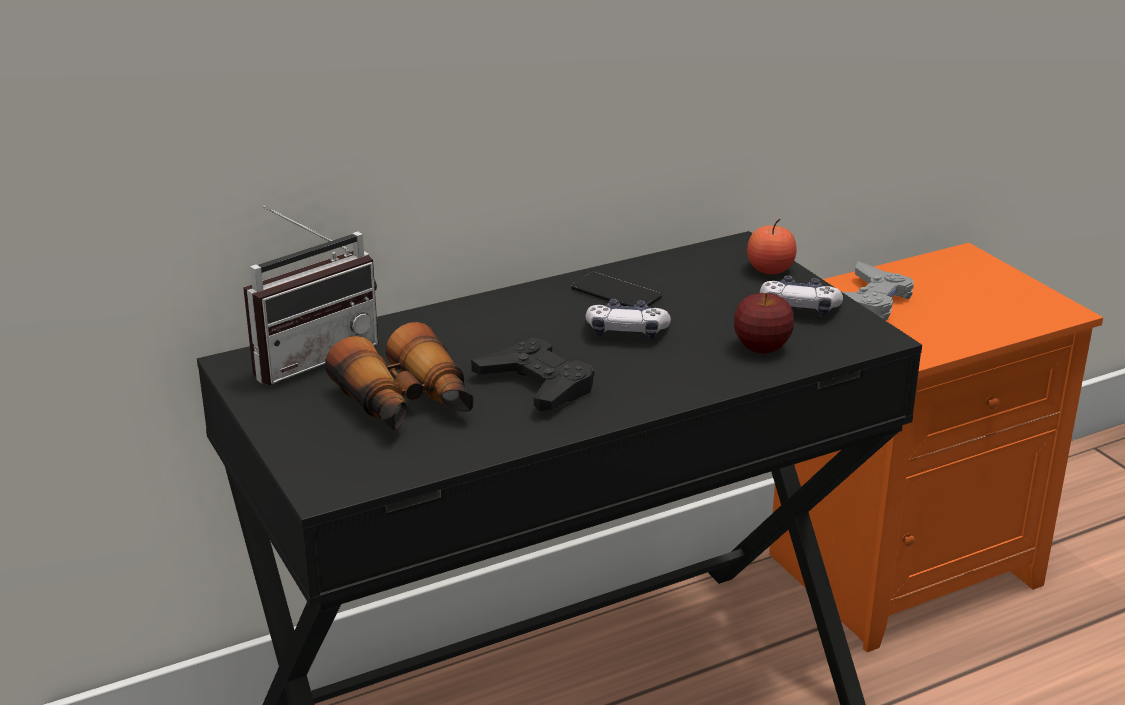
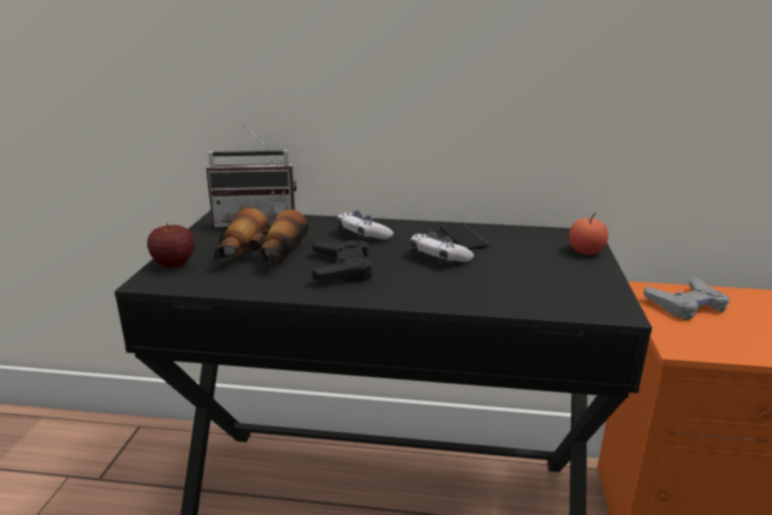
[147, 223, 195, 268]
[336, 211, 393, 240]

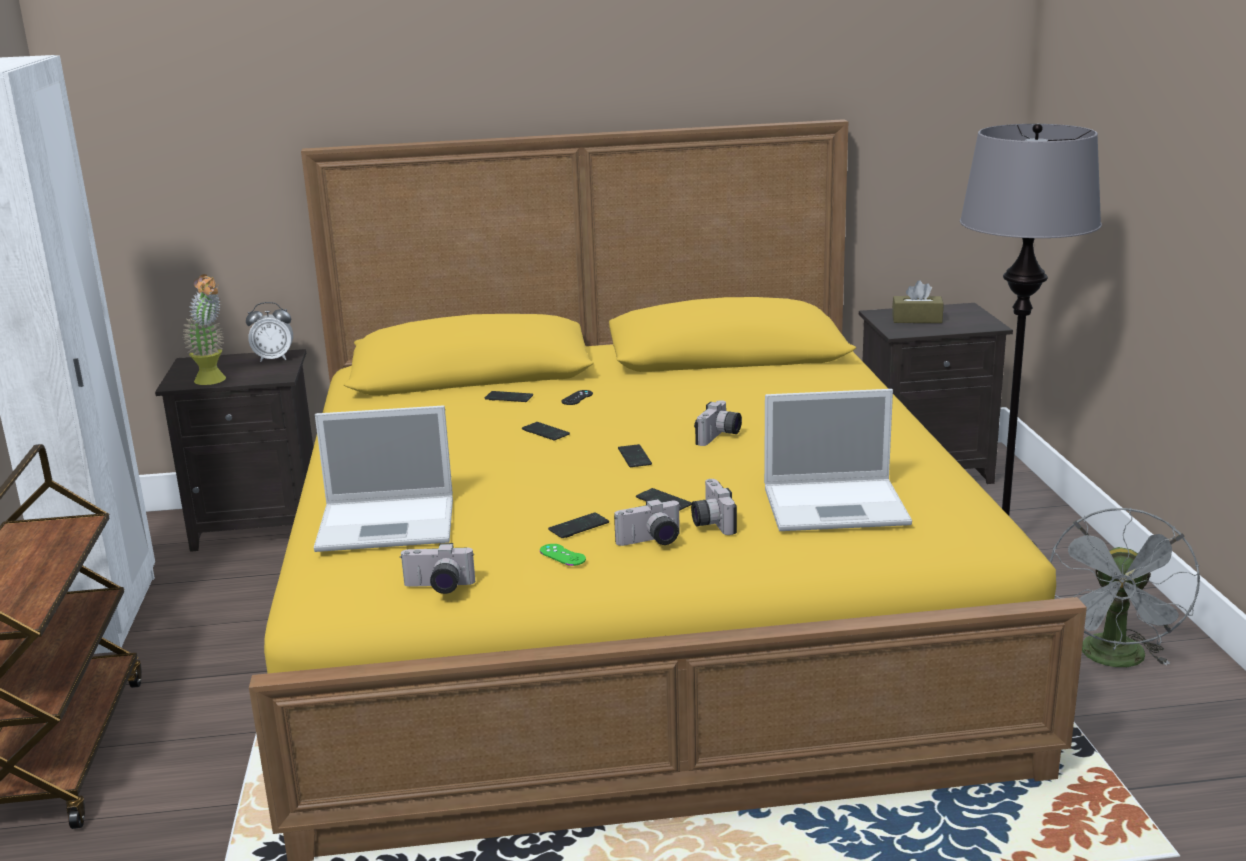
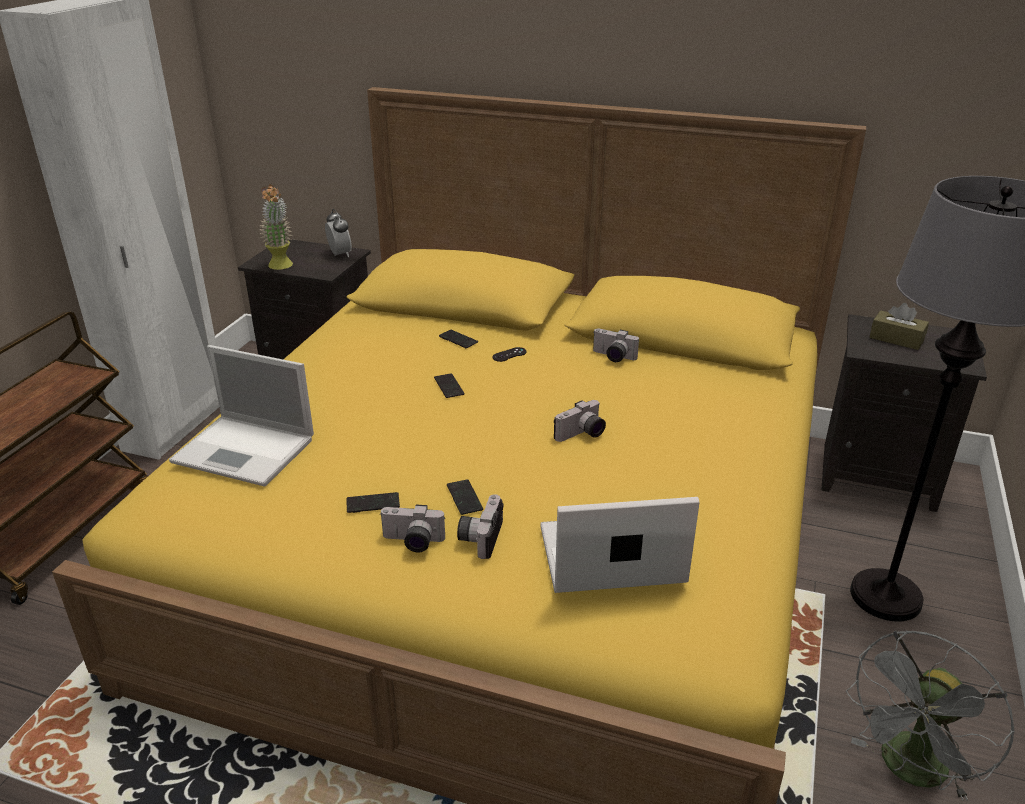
[325, 209, 352, 257]
[541, 497, 700, 593]
[593, 328, 639, 362]
[540, 544, 586, 566] (first image)
[618, 444, 652, 467] (first image)

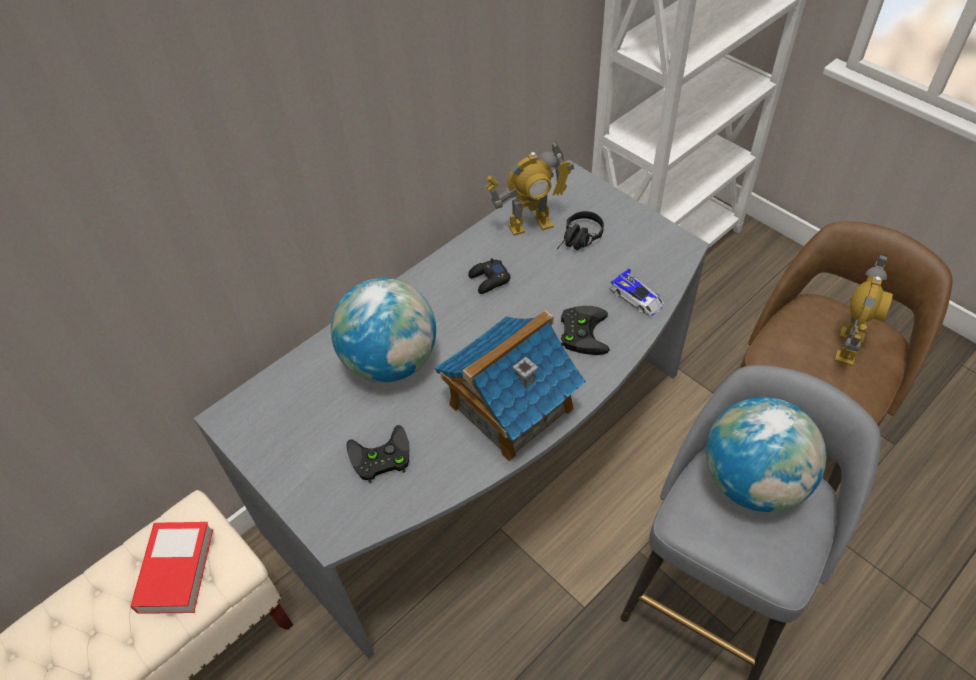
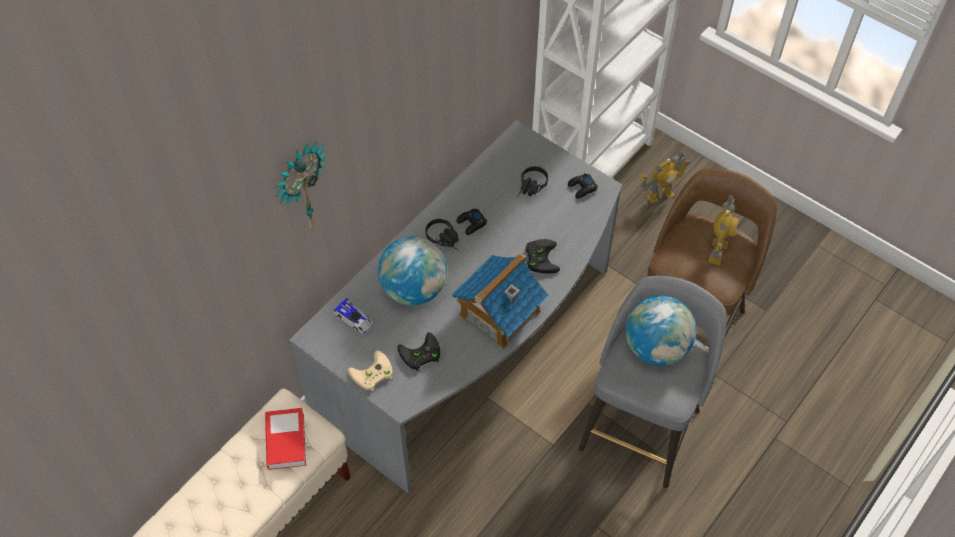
[275, 142, 327, 230]
[334, 298, 373, 334]
[348, 351, 393, 391]
[425, 219, 459, 251]
[568, 173, 597, 199]
[640, 151, 690, 203]

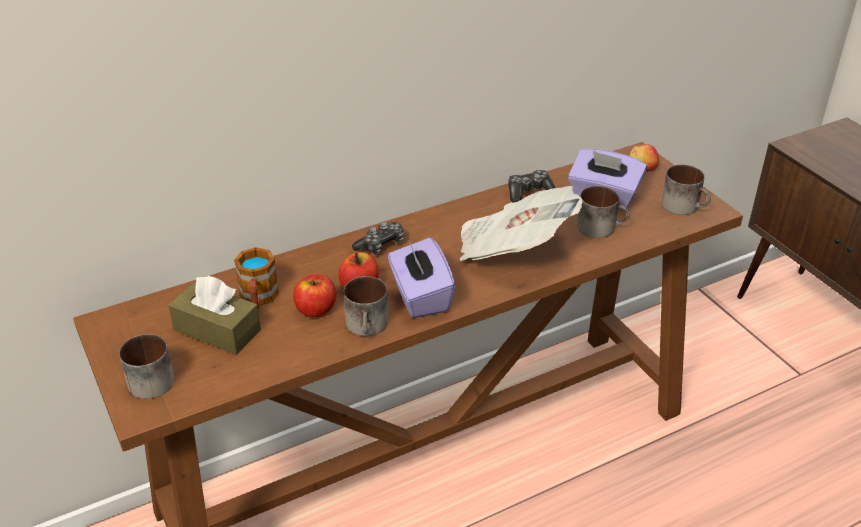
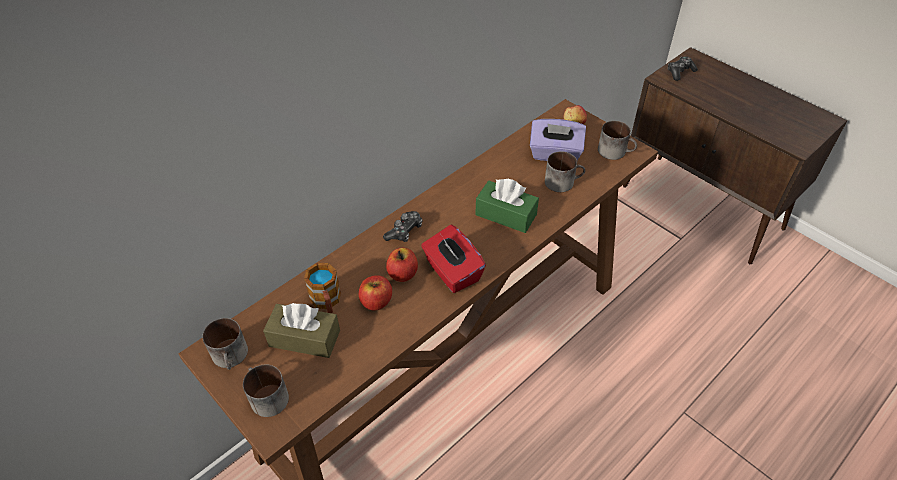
[202, 318, 248, 370]
[421, 225, 486, 293]
[475, 179, 539, 233]
[668, 56, 698, 81]

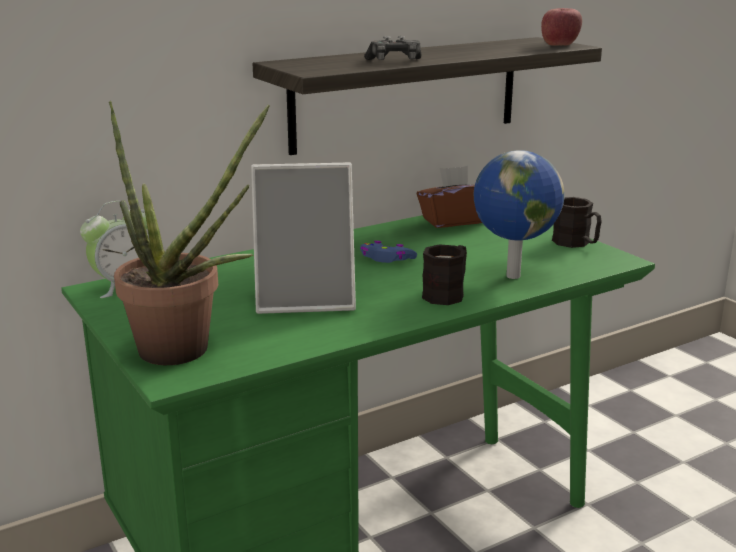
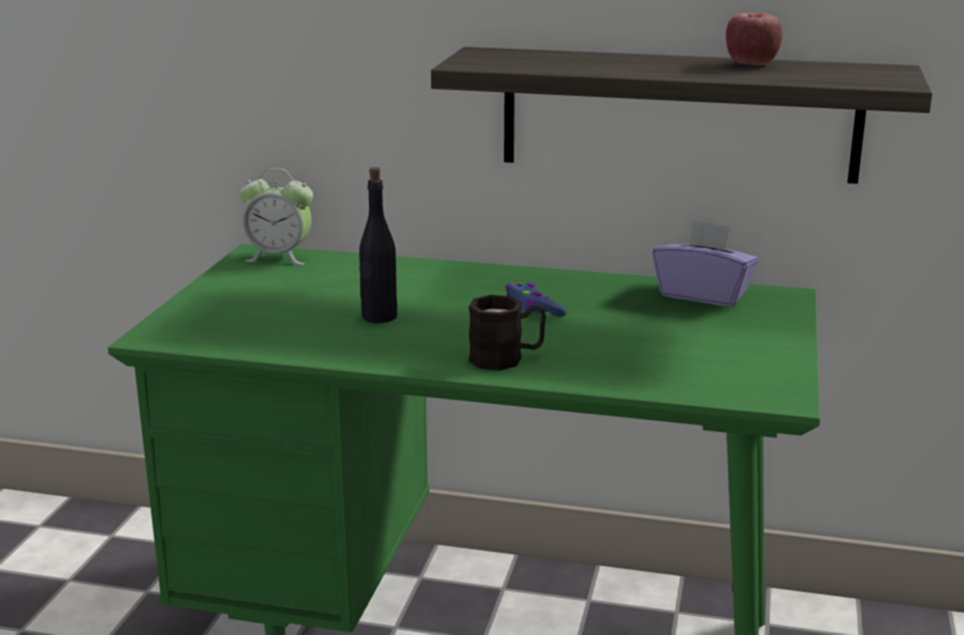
[359, 167, 397, 323]
[652, 220, 758, 307]
[726, 13, 783, 66]
[109, 101, 270, 365] (first image)
[364, 36, 422, 60] (first image)
[474, 150, 564, 279] (first image)
[552, 197, 602, 248] (first image)

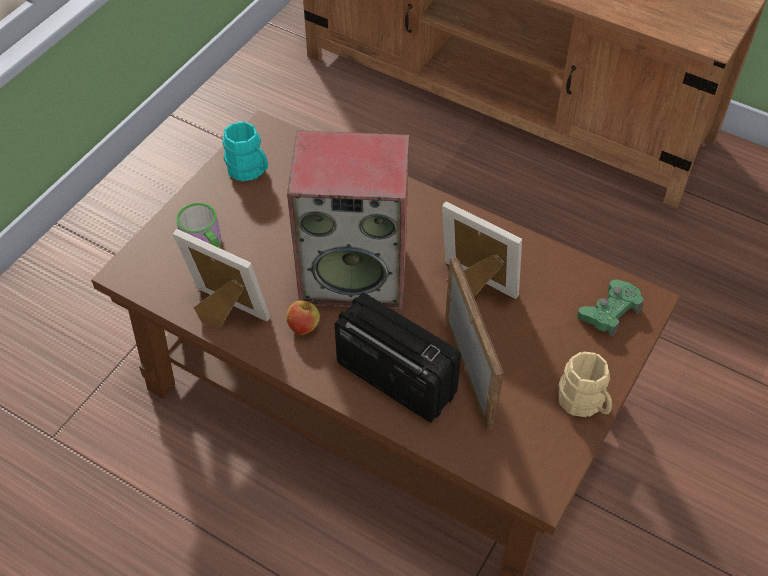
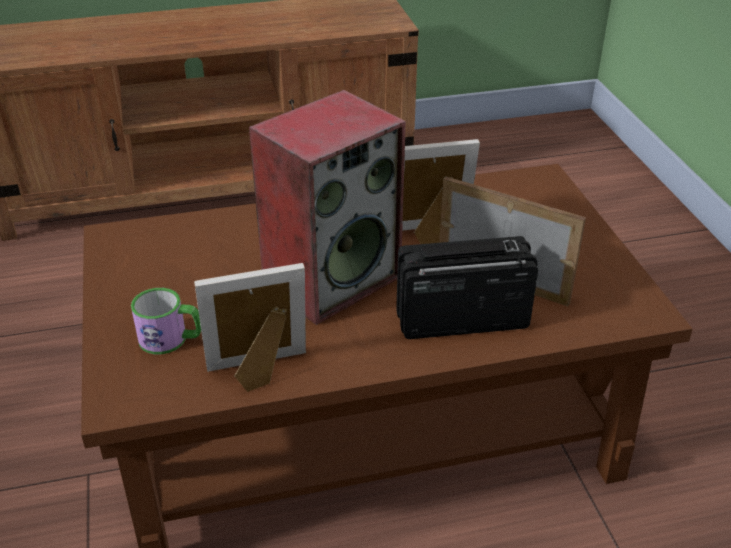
[222, 121, 268, 181] (first image)
[287, 300, 320, 335] (first image)
[559, 352, 612, 417] (first image)
[577, 279, 644, 337] (first image)

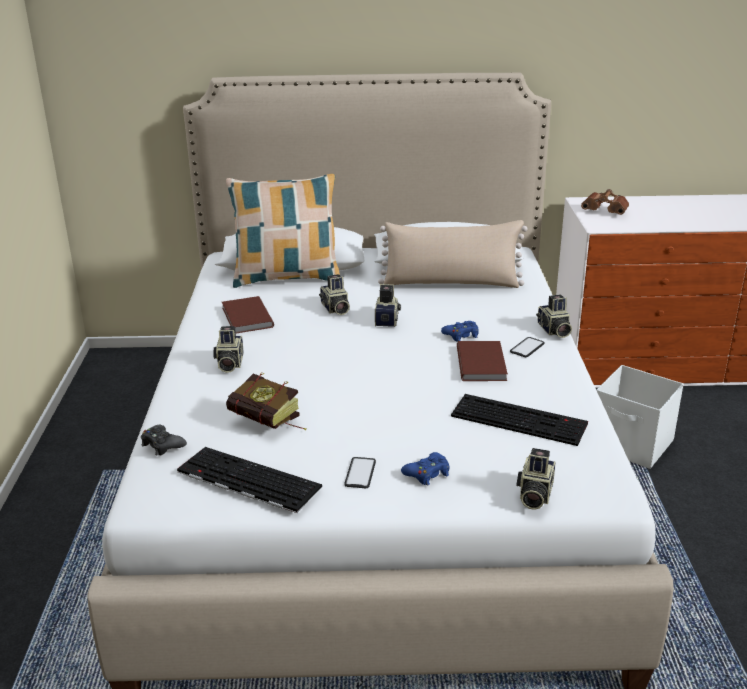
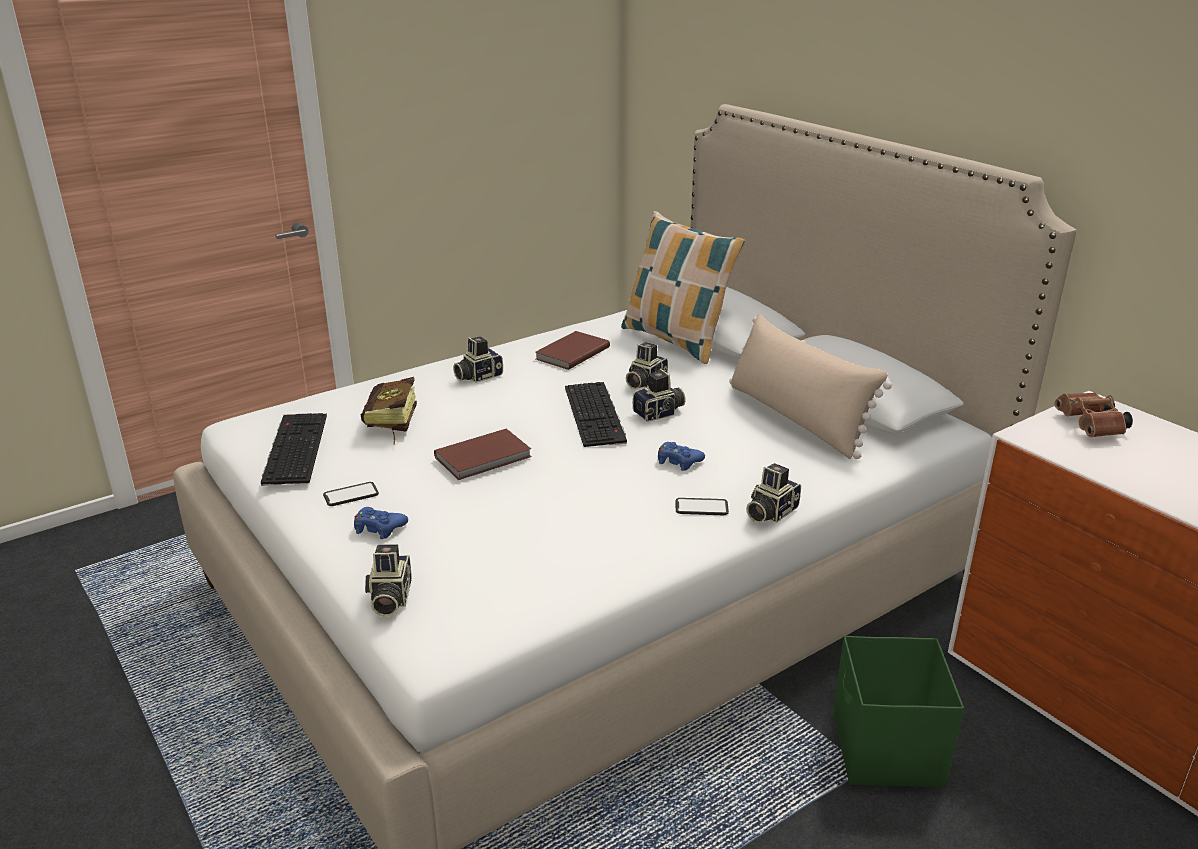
[365, 544, 412, 617]
[434, 428, 532, 480]
[565, 382, 627, 447]
[833, 636, 964, 788]
[141, 425, 187, 456] (first image)

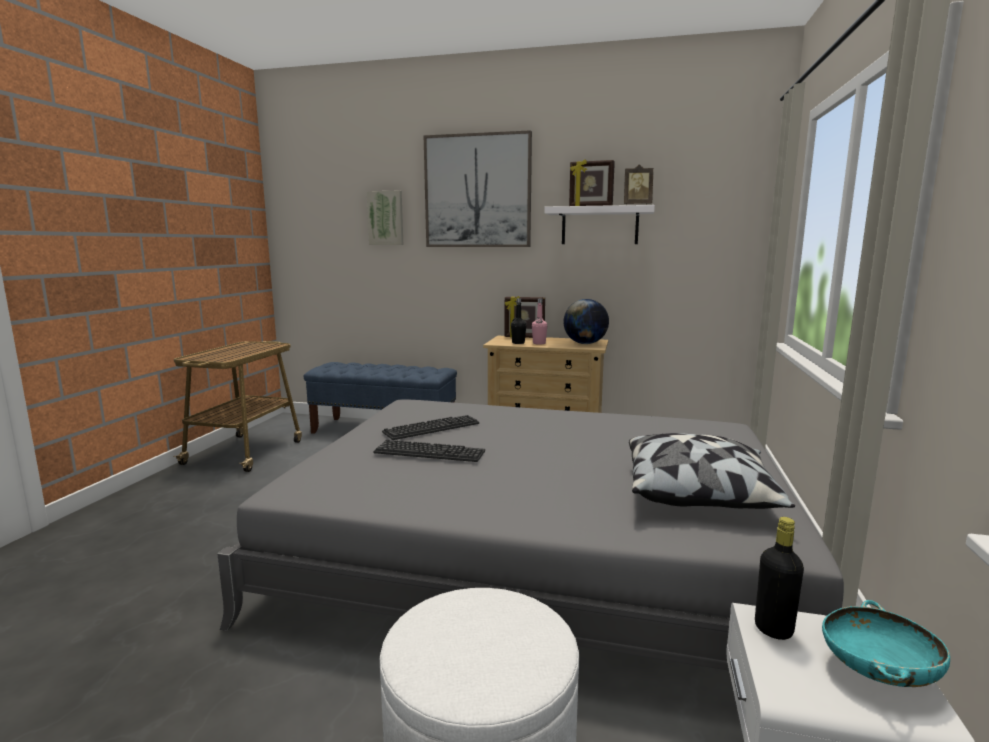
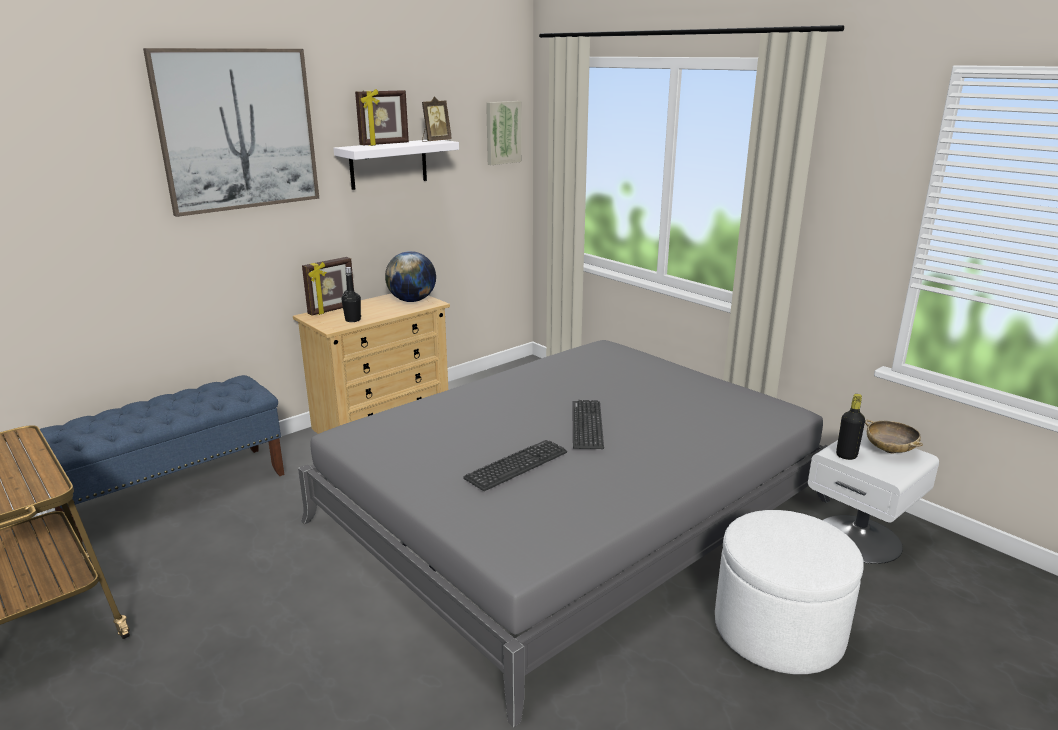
[486, 101, 522, 165]
[572, 400, 604, 449]
[865, 420, 923, 453]
[532, 299, 547, 345] (first image)
[629, 433, 796, 509] (first image)

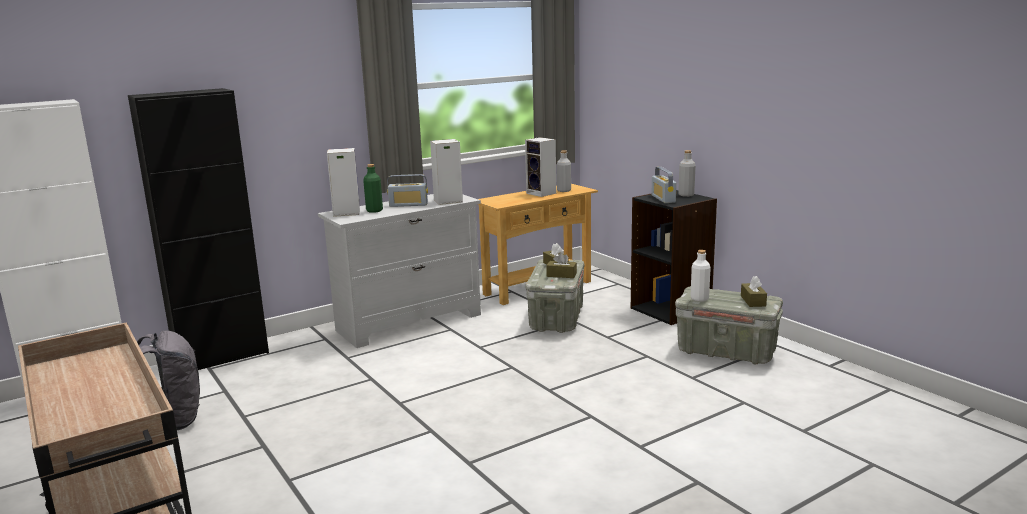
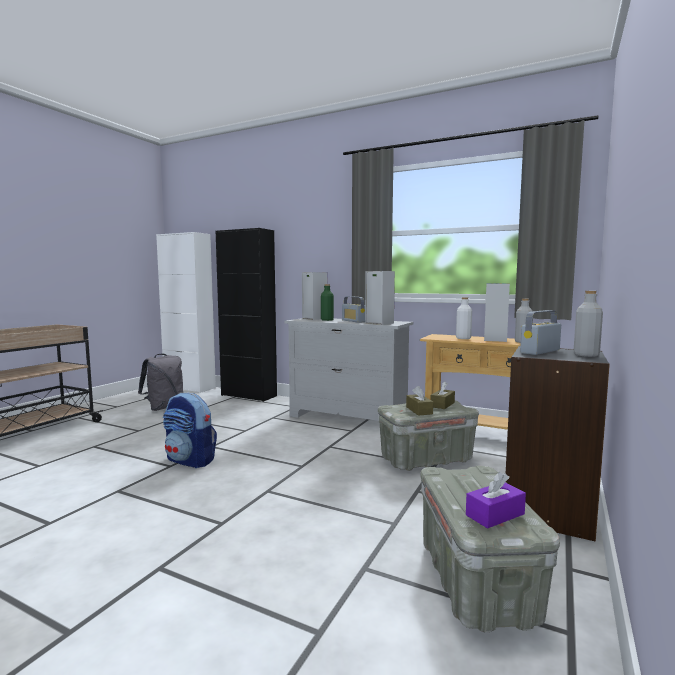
[163, 392, 217, 468]
[456, 297, 472, 339]
[466, 472, 526, 529]

